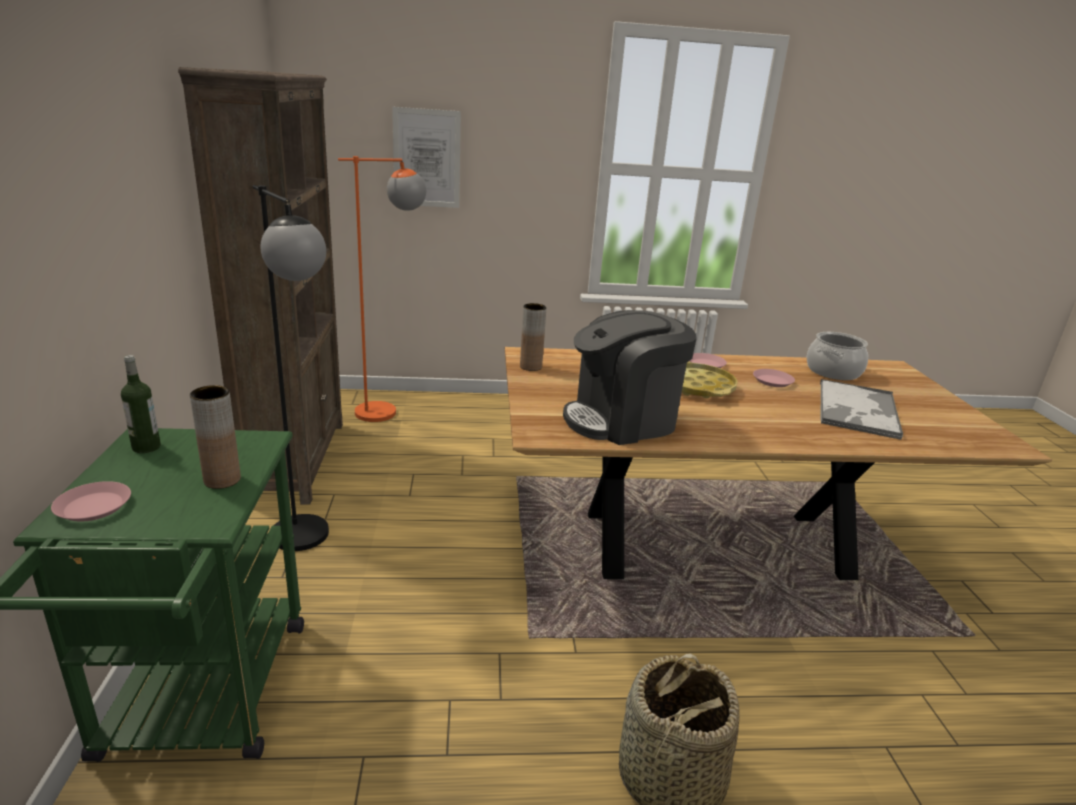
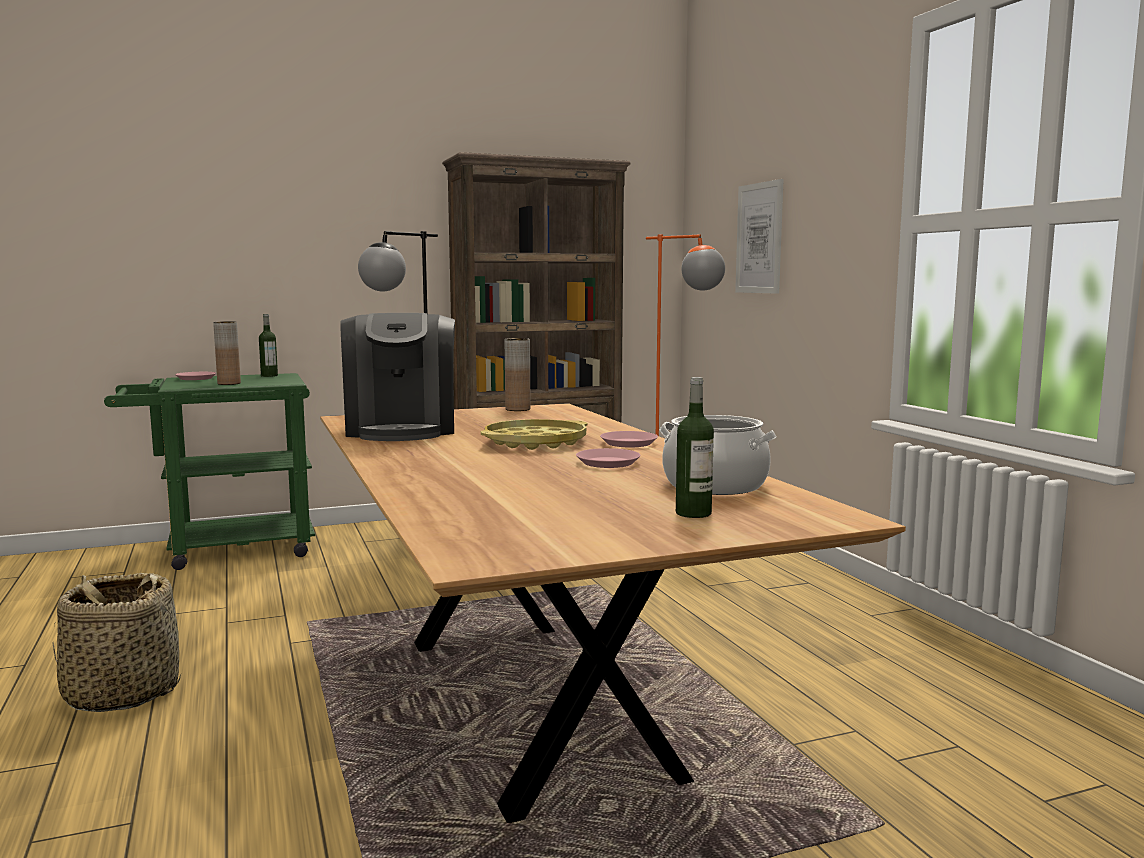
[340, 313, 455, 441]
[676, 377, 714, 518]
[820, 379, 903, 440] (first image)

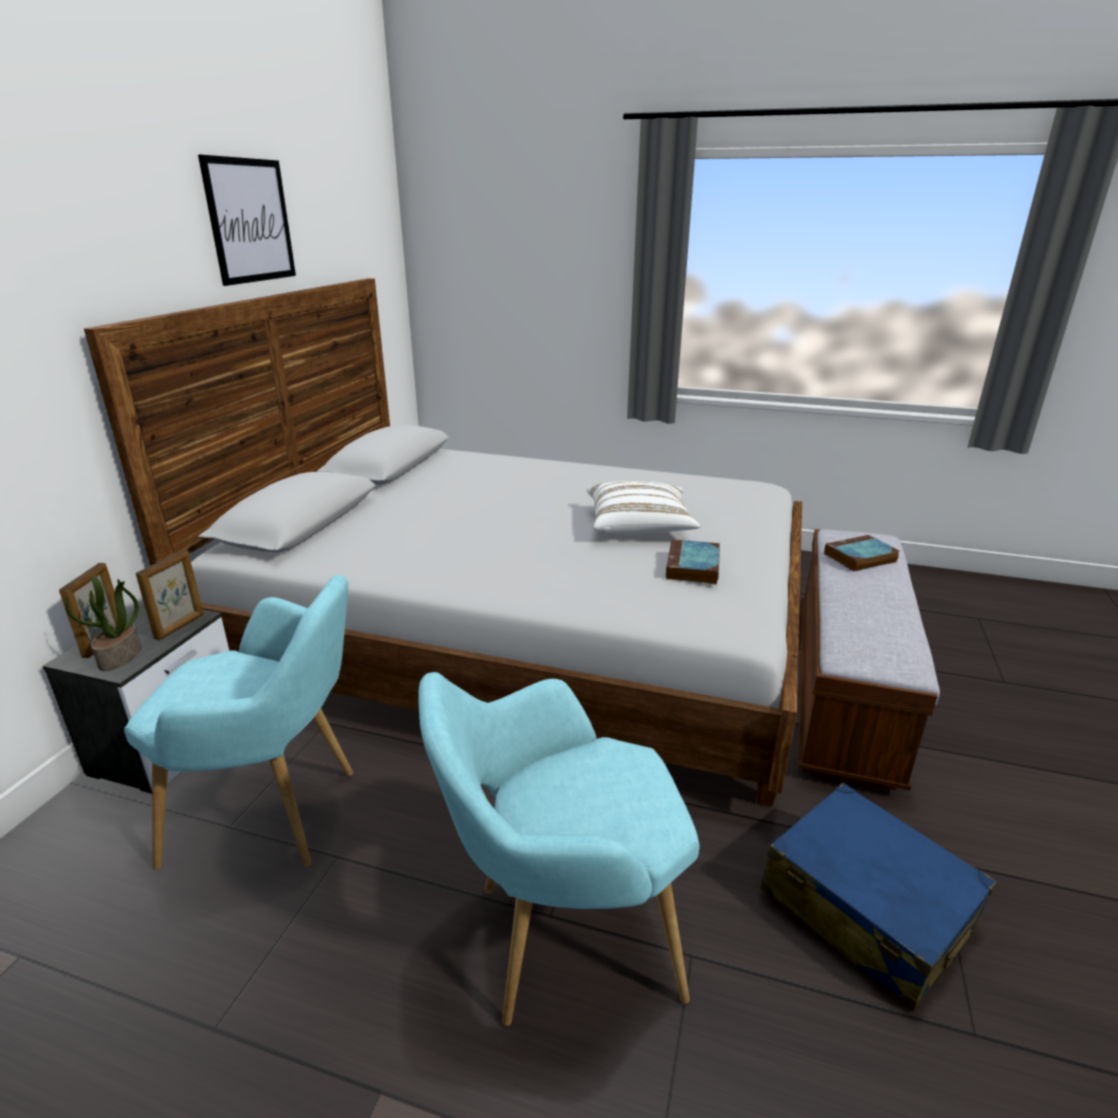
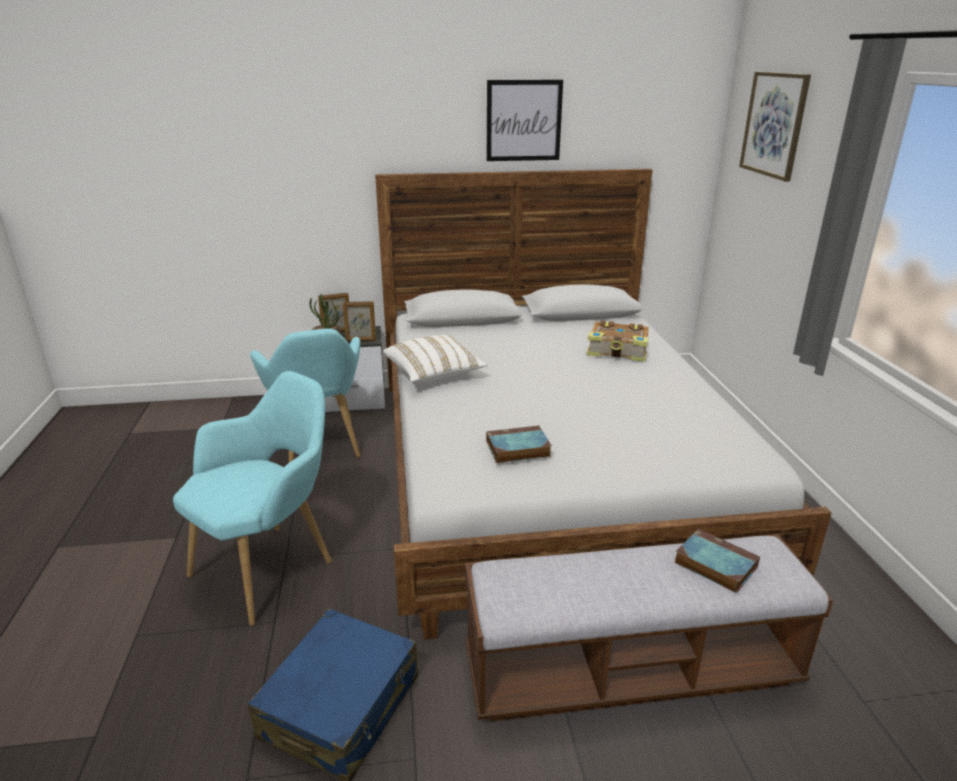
[173, 371, 332, 626]
[383, 335, 488, 382]
[586, 321, 649, 362]
[739, 72, 811, 181]

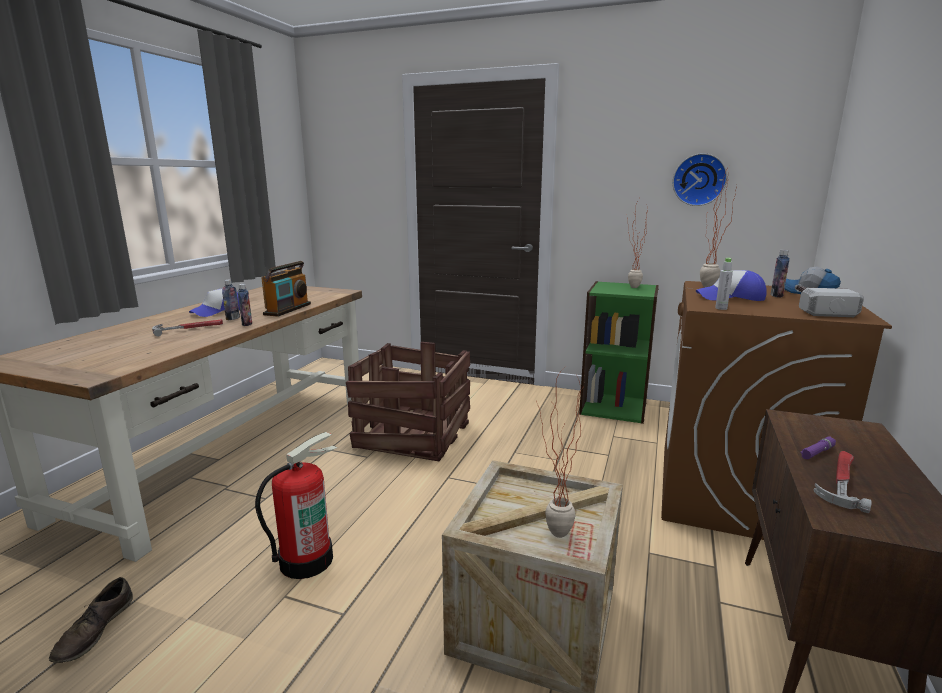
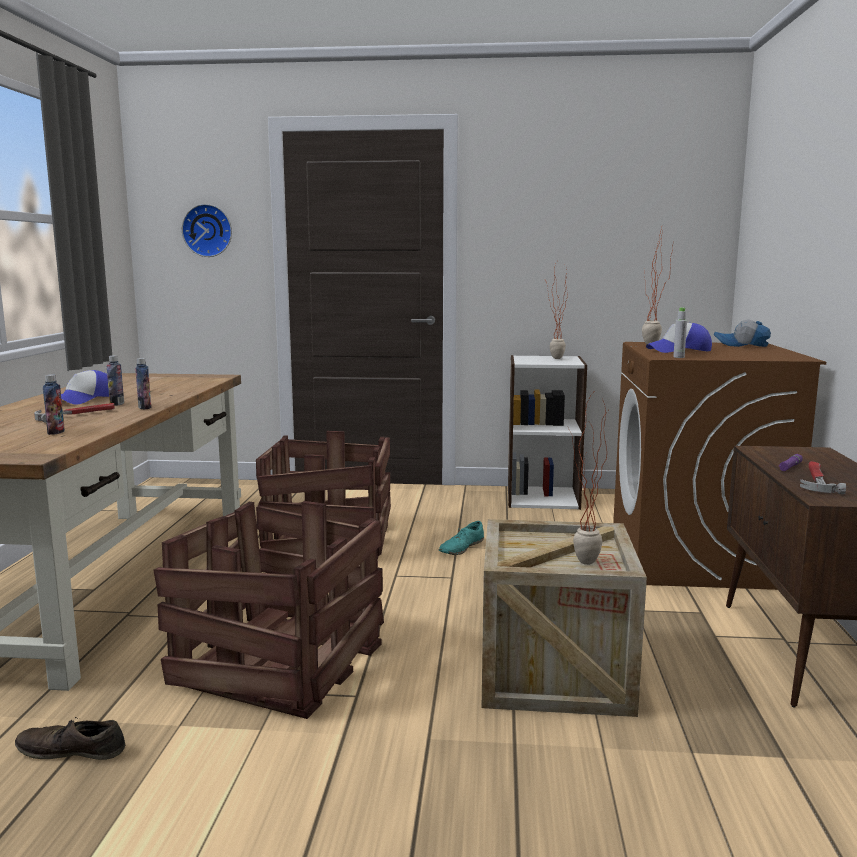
[15, 717, 125, 760]
[43, 374, 65, 435]
[154, 501, 384, 719]
[182, 204, 232, 257]
[439, 521, 484, 555]
[508, 355, 587, 510]
[261, 261, 311, 317] (first image)
[795, 284, 864, 317] (first image)

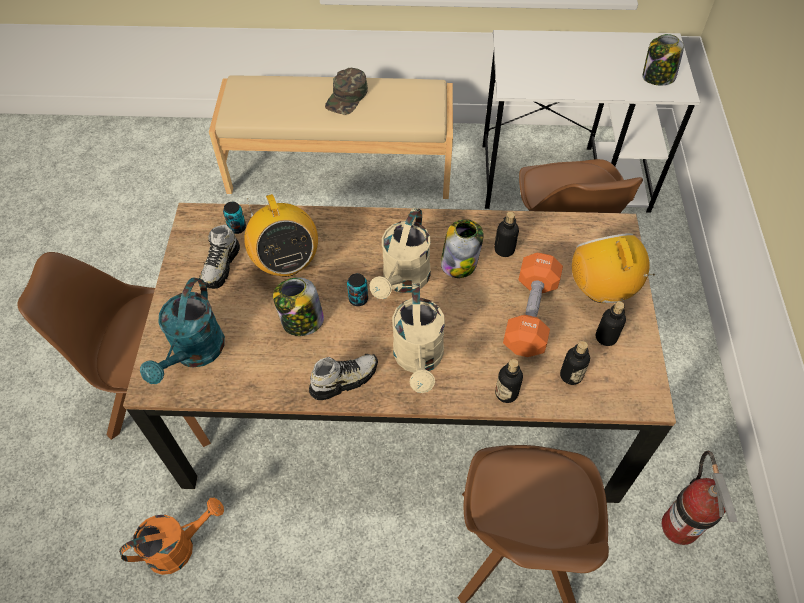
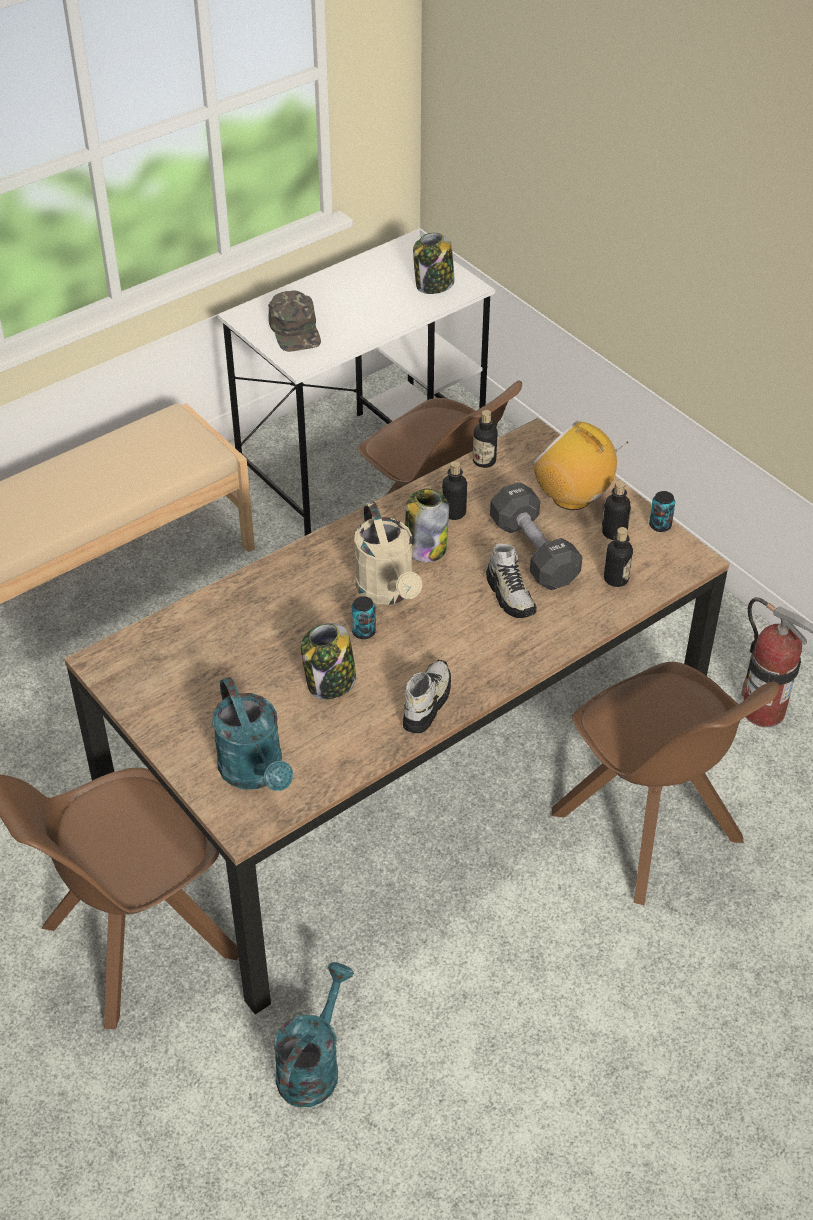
[268, 291, 321, 352]
[274, 962, 354, 1107]
[473, 410, 498, 468]
[486, 544, 537, 618]
[490, 482, 582, 590]
[649, 491, 675, 532]
[244, 194, 318, 277] (first image)
[392, 283, 445, 393] (first image)

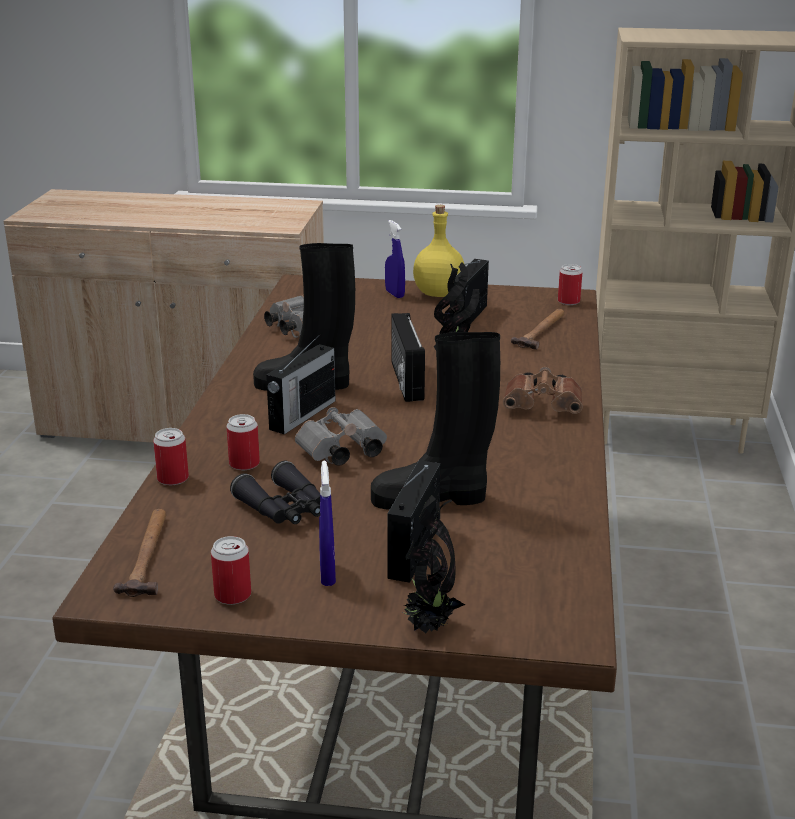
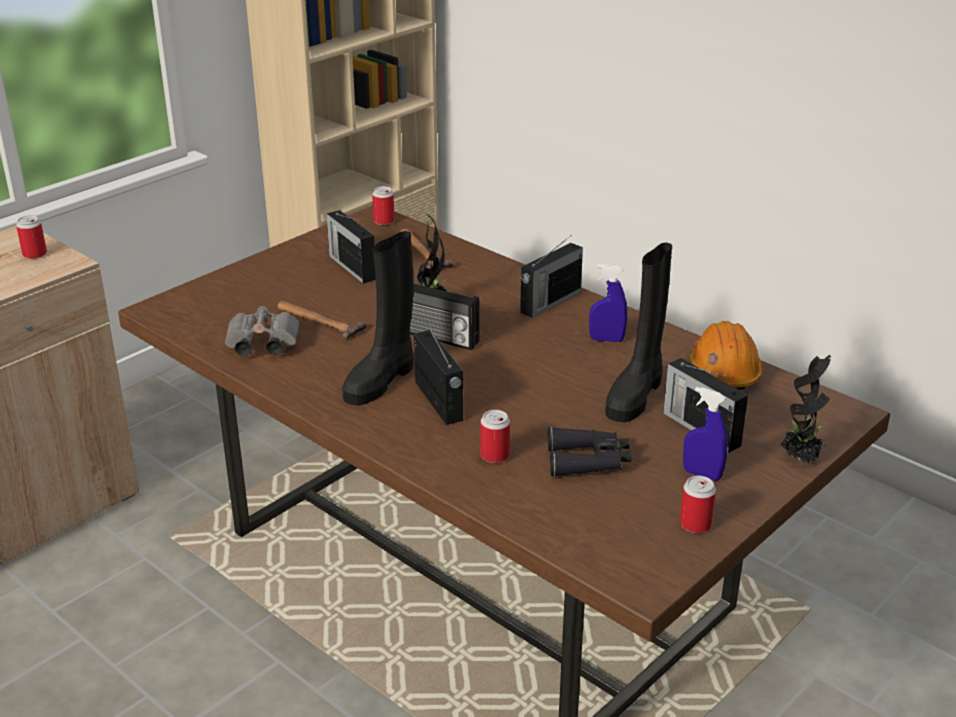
[16, 215, 47, 259]
[277, 301, 367, 339]
[520, 236, 583, 318]
[589, 264, 627, 342]
[689, 321, 763, 390]
[295, 407, 387, 466] (first image)
[413, 205, 464, 297] (first image)

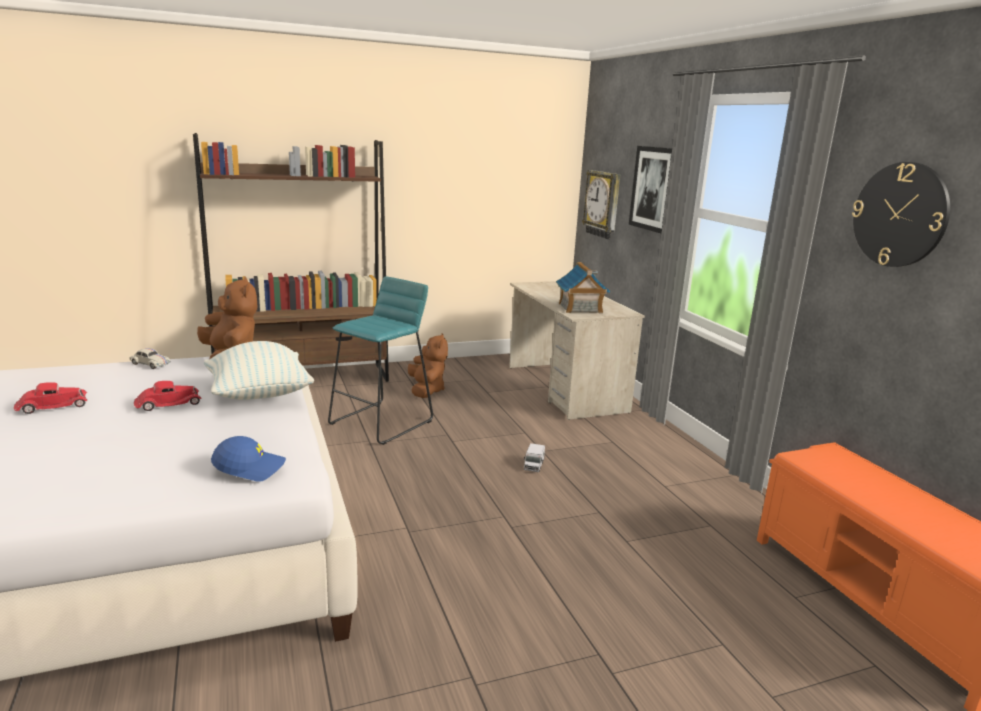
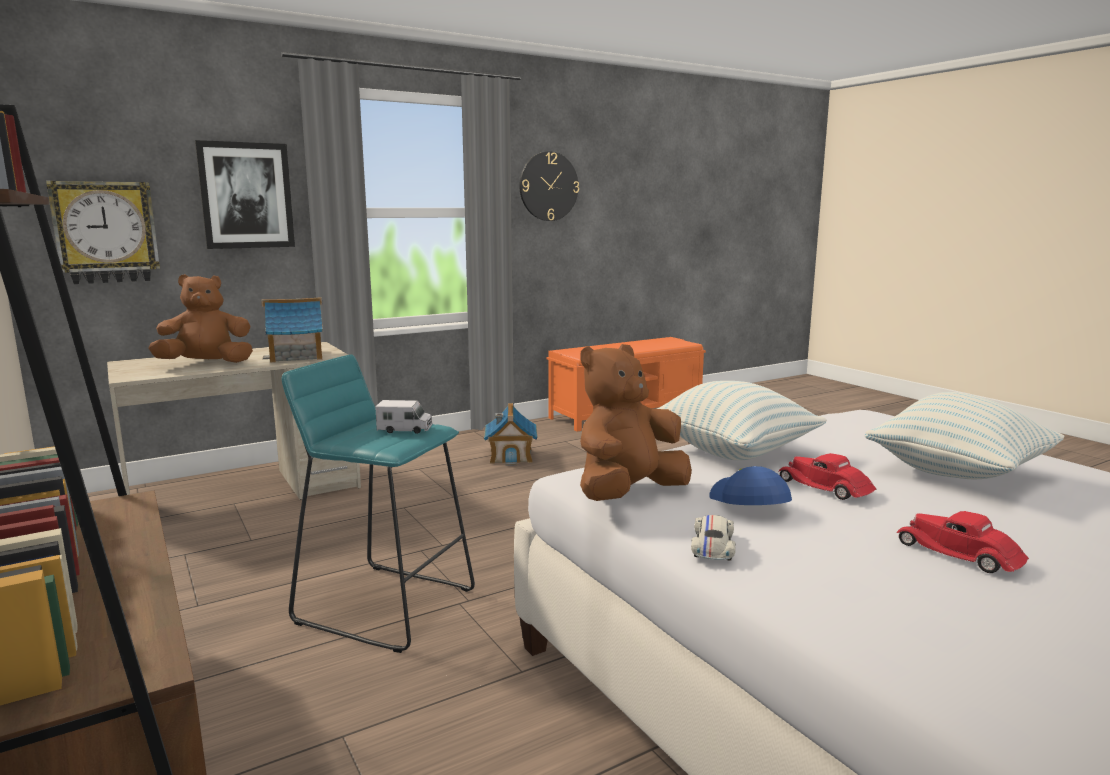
[149, 274, 253, 363]
[375, 400, 433, 434]
[484, 403, 538, 466]
[709, 466, 792, 505]
[865, 392, 1064, 479]

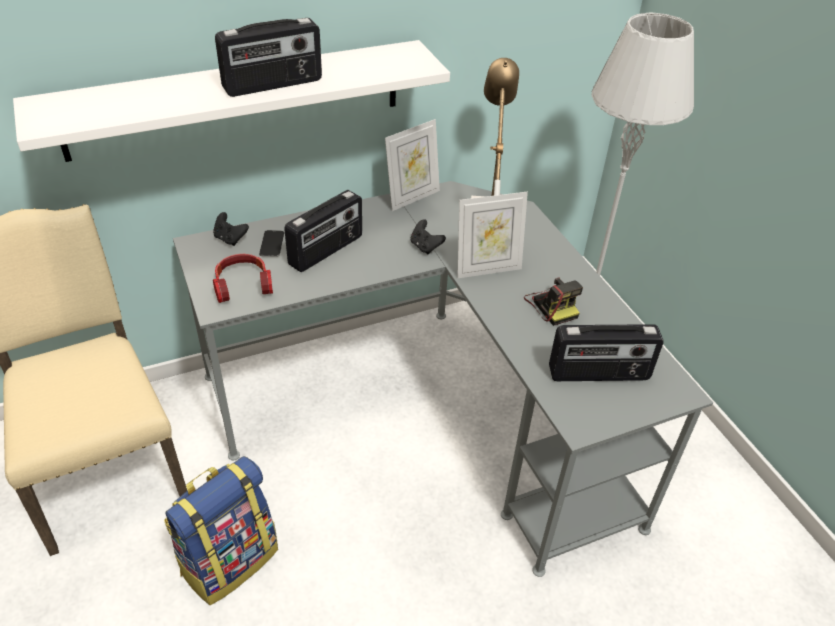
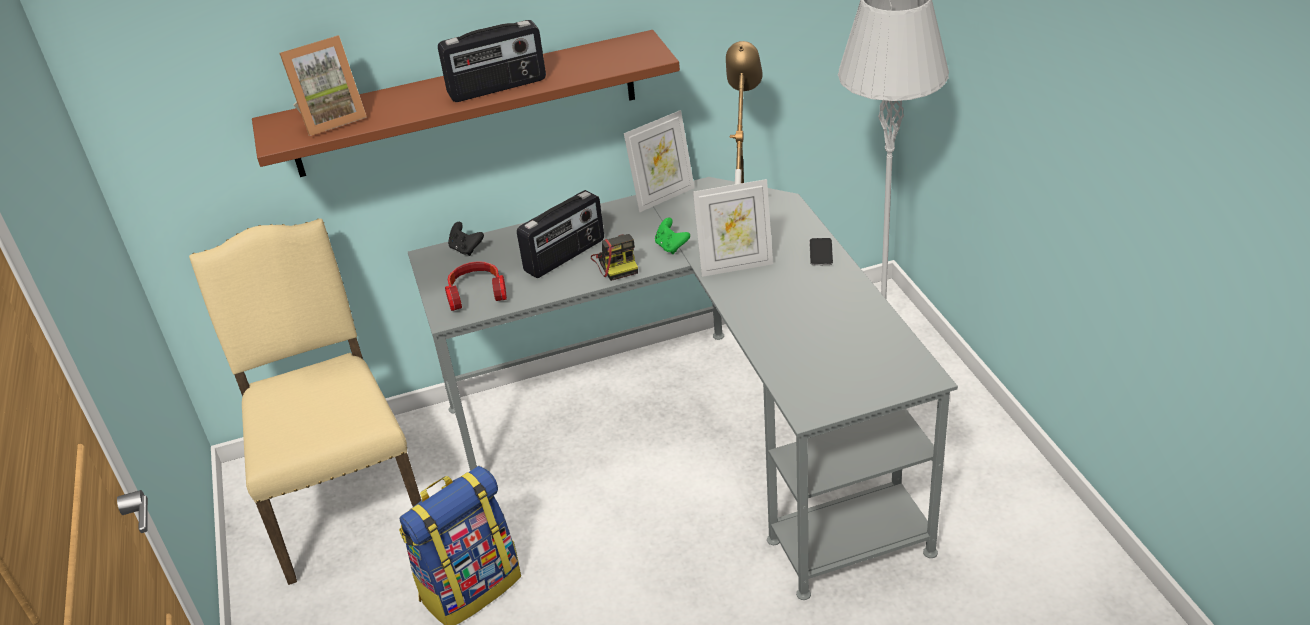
[252, 30, 680, 177]
[279, 35, 367, 136]
[591, 234, 638, 281]
[655, 218, 690, 254]
[809, 238, 833, 266]
[549, 324, 664, 381] (first image)

